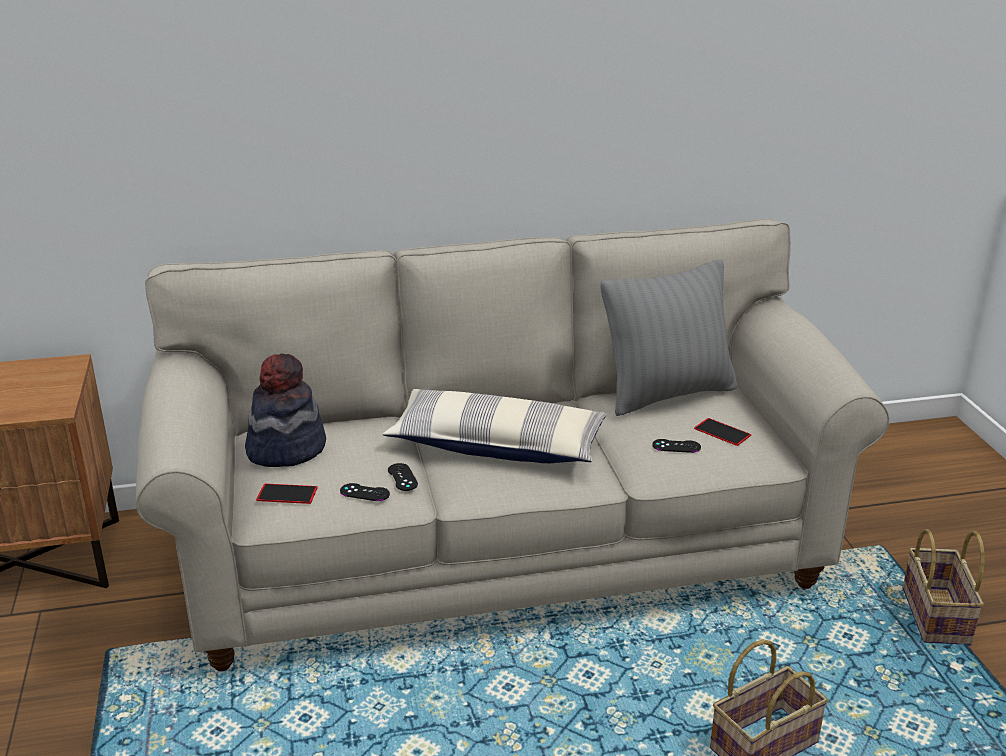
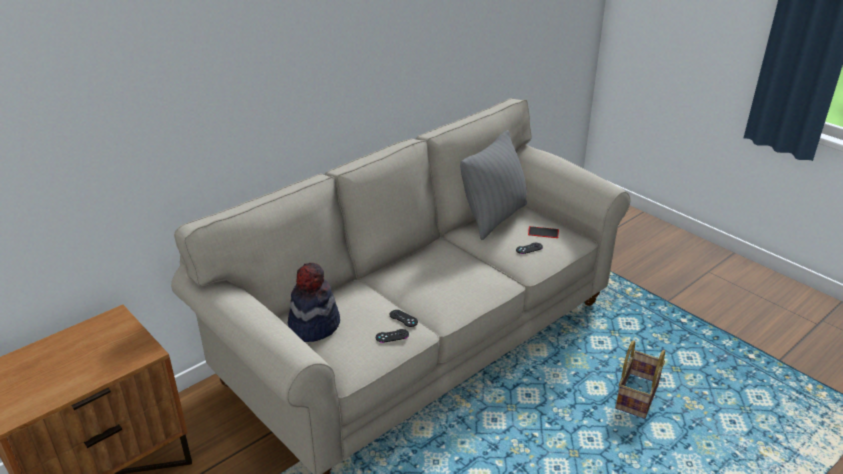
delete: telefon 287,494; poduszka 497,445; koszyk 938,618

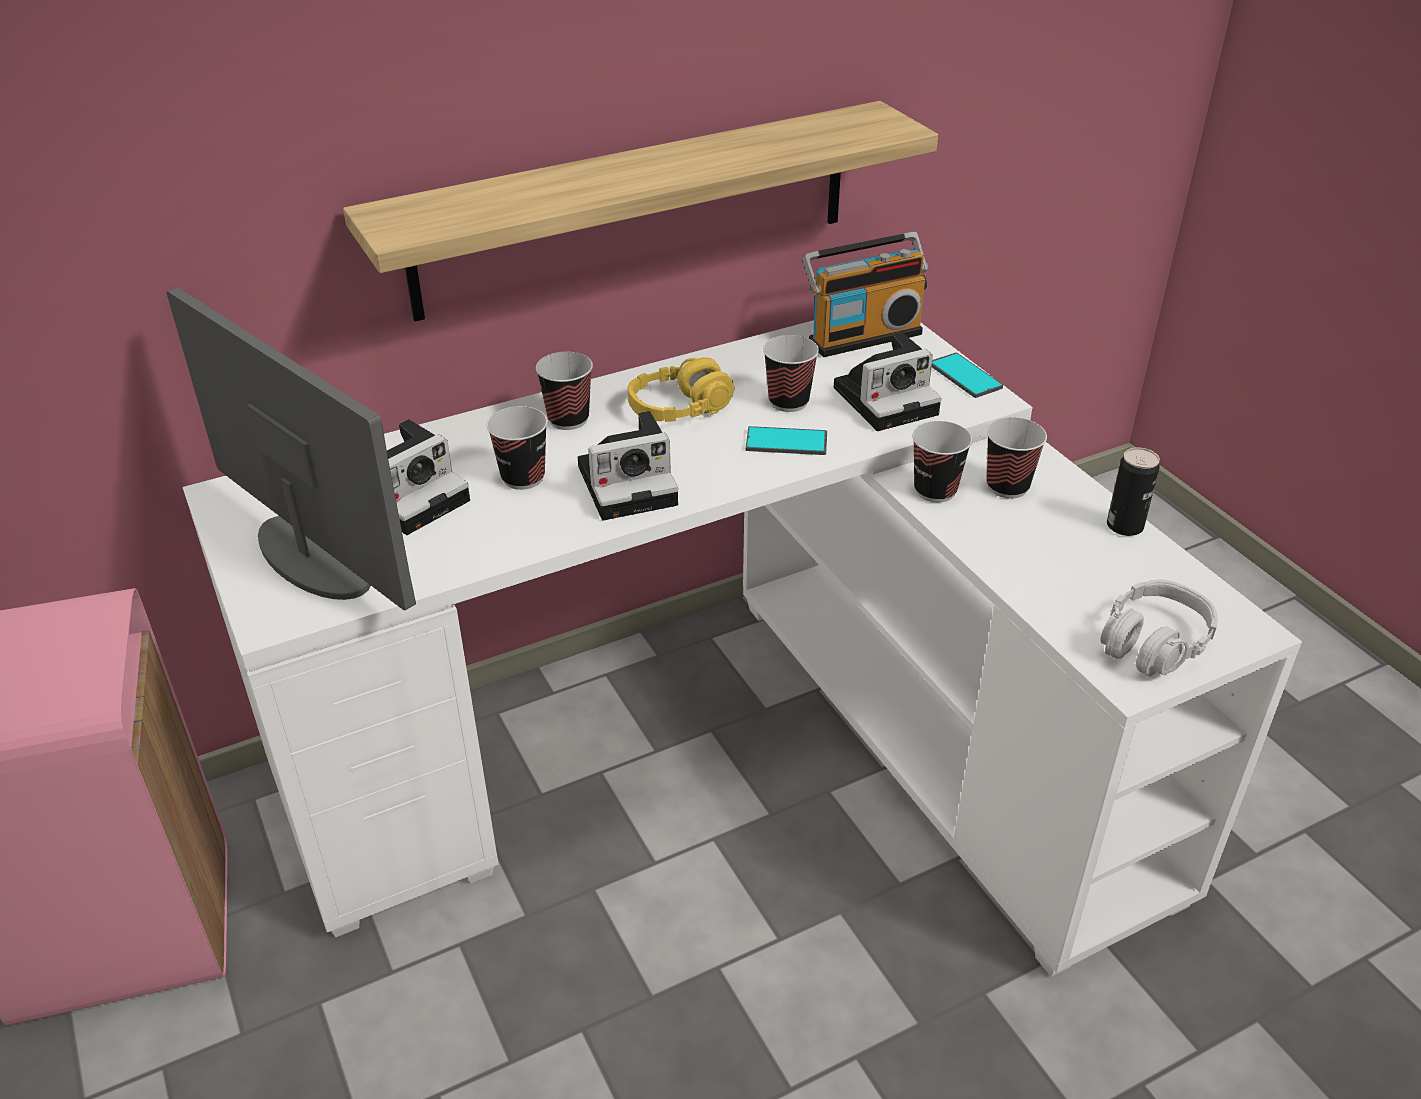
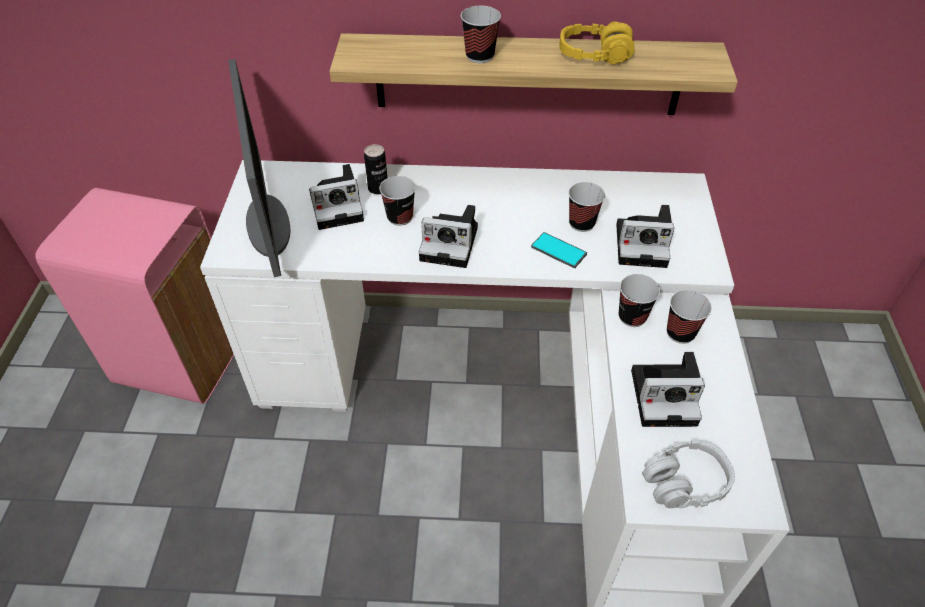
delete: radio 862,336; telefon 965,376
insert: aparat fotograficzny 666,396
move: puszka 1124,526 to 378,188; filiżanka 568,419 to 480,56; słuchawki (żółty) 680,408 to 594,55

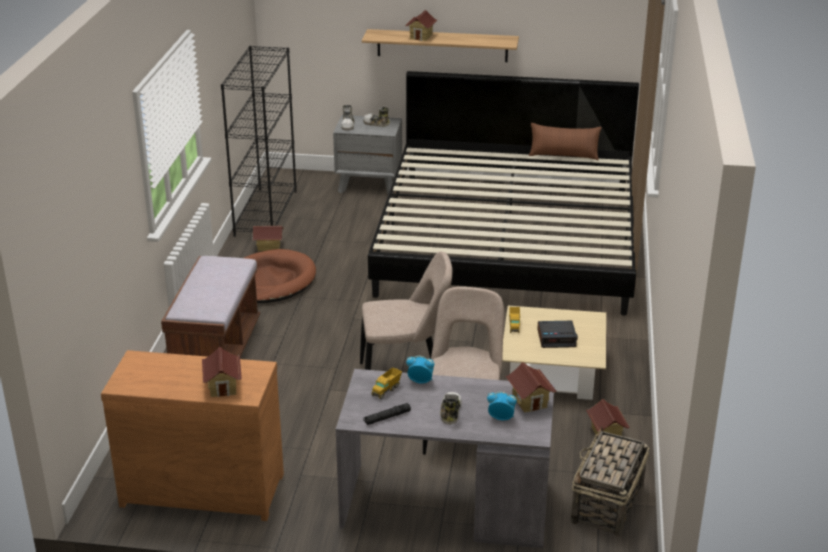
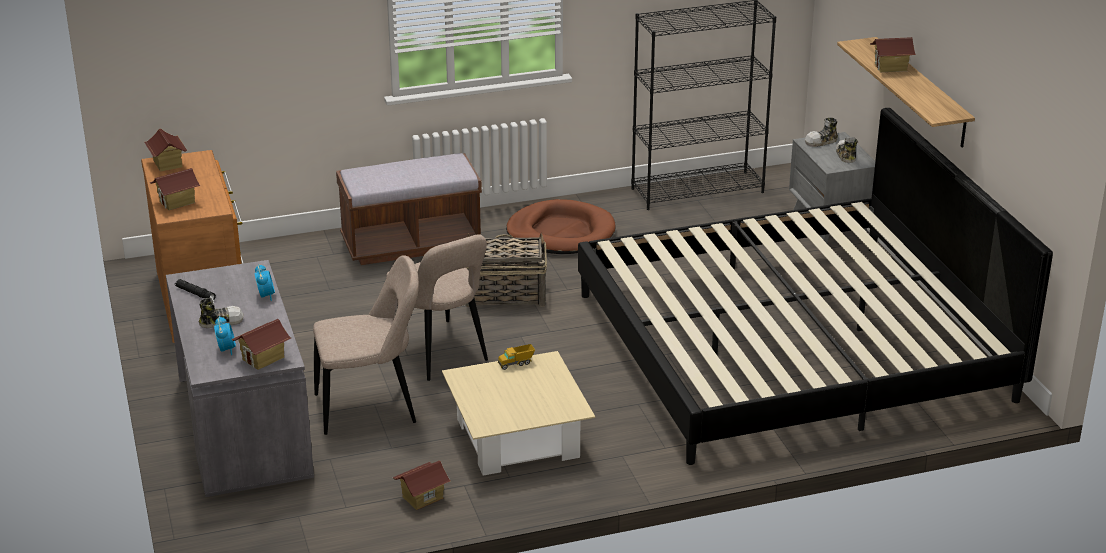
delete: ciężarówka zabawkowa 386,390; poduszka (brązowy) 563,156; budzik 557,338
move: domek 269,247 to 167,164; koszyk 606,505 to 504,294

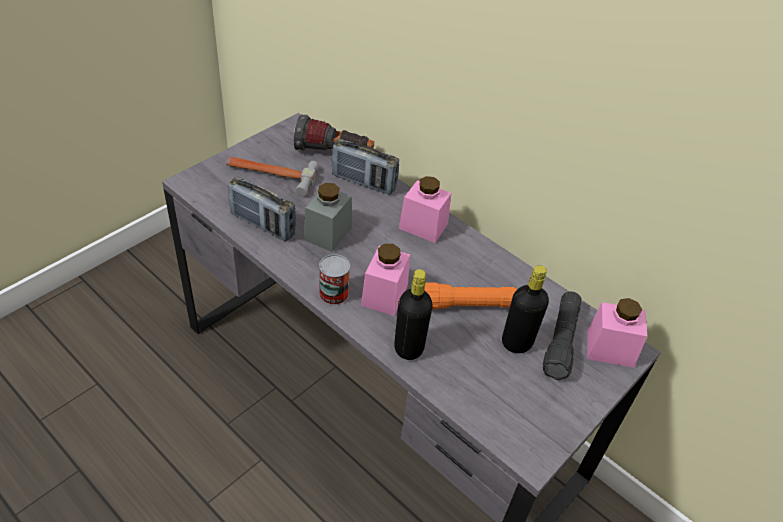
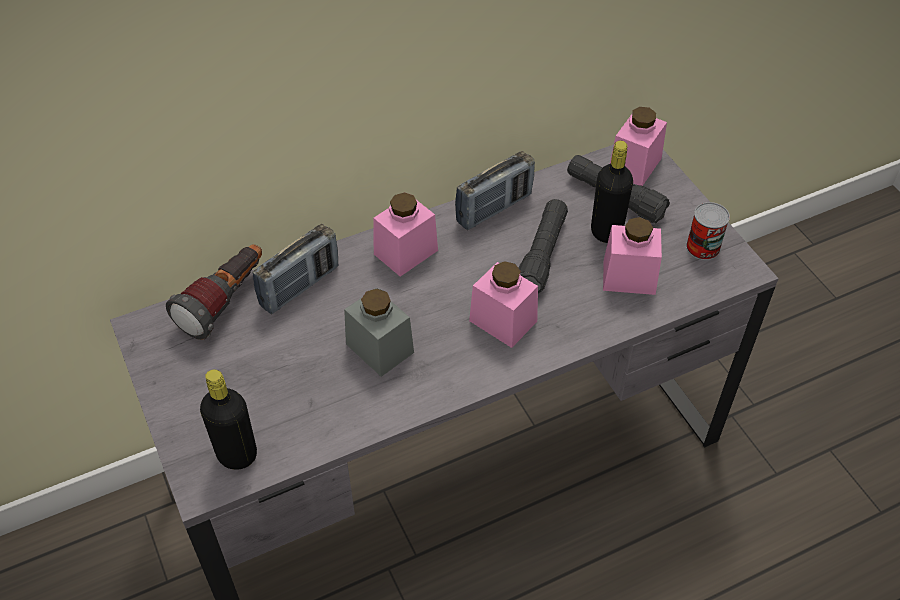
delete: młotek 270,175
insert: słoik (różowy) 629,277
move: butelka (czarny) 409,348 to 237,454; radio 262,224 to 494,208; puszka 334,294 to 703,247
recolor: latarka (pomarańczowy) 465,305 to latarka (czarny) 542,255

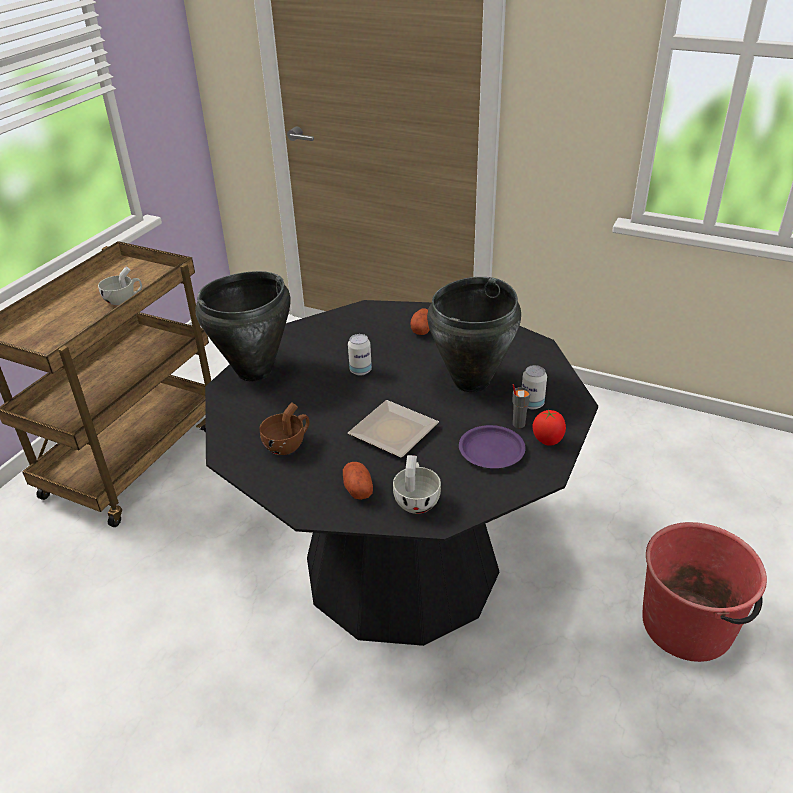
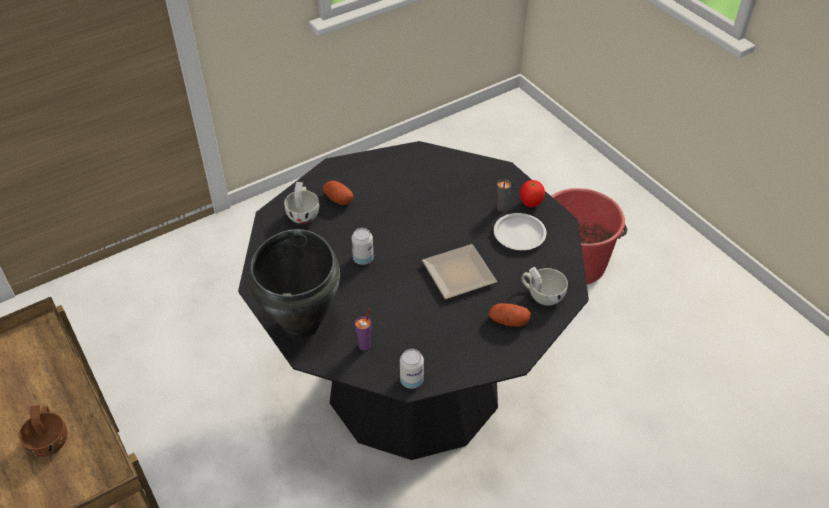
delete: garnek (czarny) 472,382
insert: filiżanka (fioletowy) 365,346
move: filiżanka (brązowy) 288,444 to 50,439; filiżanka (biały) 123,299 to 304,213; puszka 532,404 to 411,380
recolor: talerz (fioletowy) 492,451 to talerz (biały) 519,234

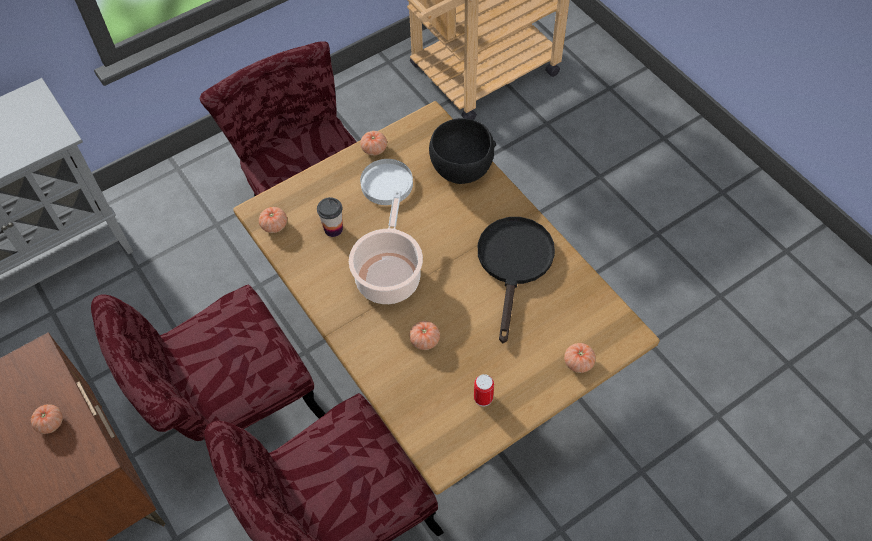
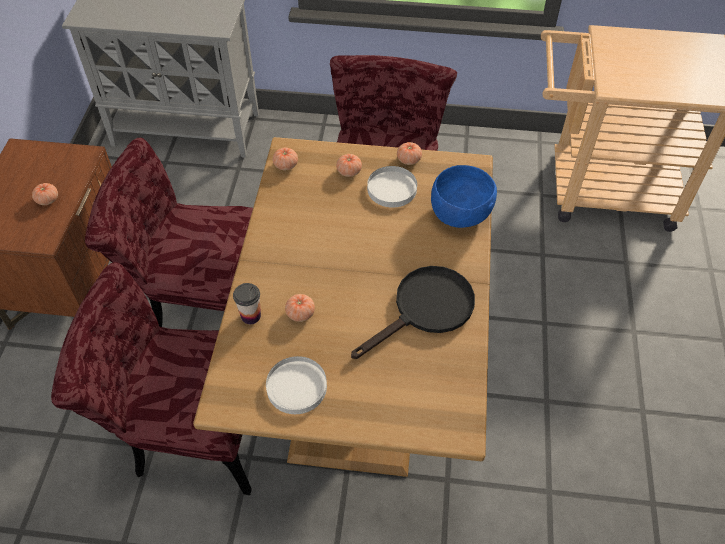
delete: garnek 389,275
move: filiżanka 333,229 to 251,316; pomidor 578,362 to 349,171
replace: puszka 483,398 to talerz (biały) 296,386
recolor: miska (czarny) 461,167 to miska (niebieski) 460,214

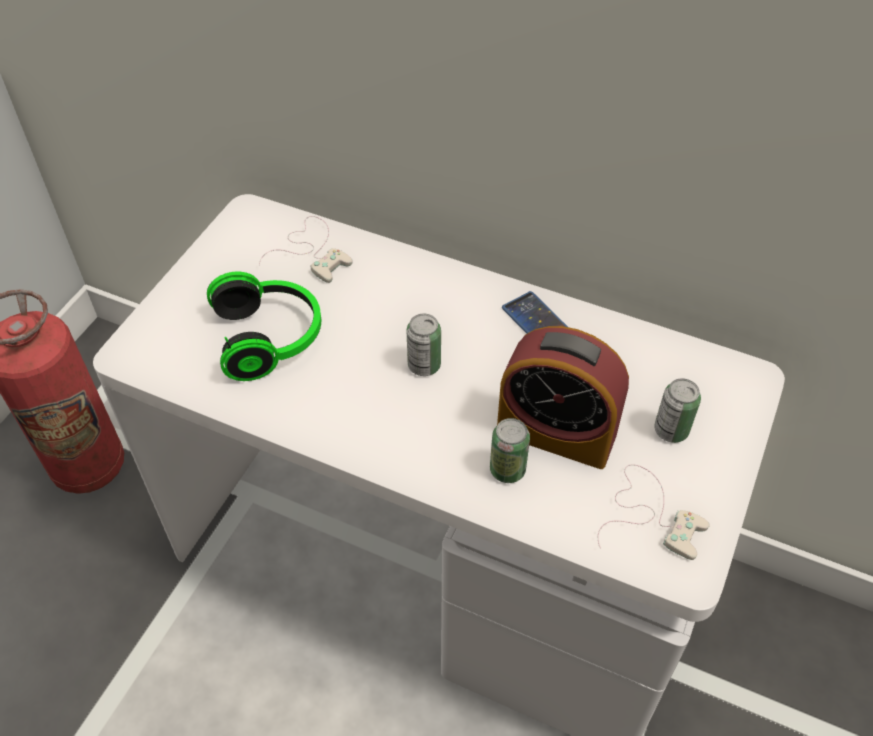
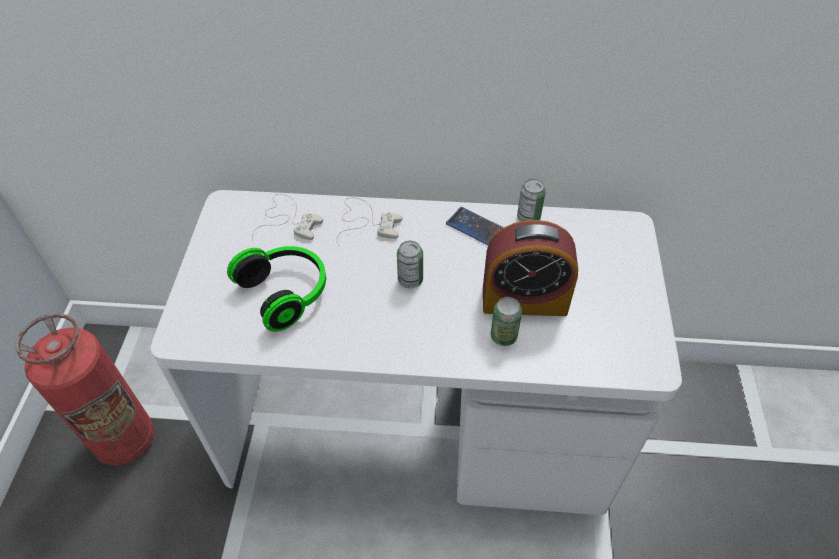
move: pad do gier (biały) 650,514 to 366,222; puszka 671,430 to 528,218

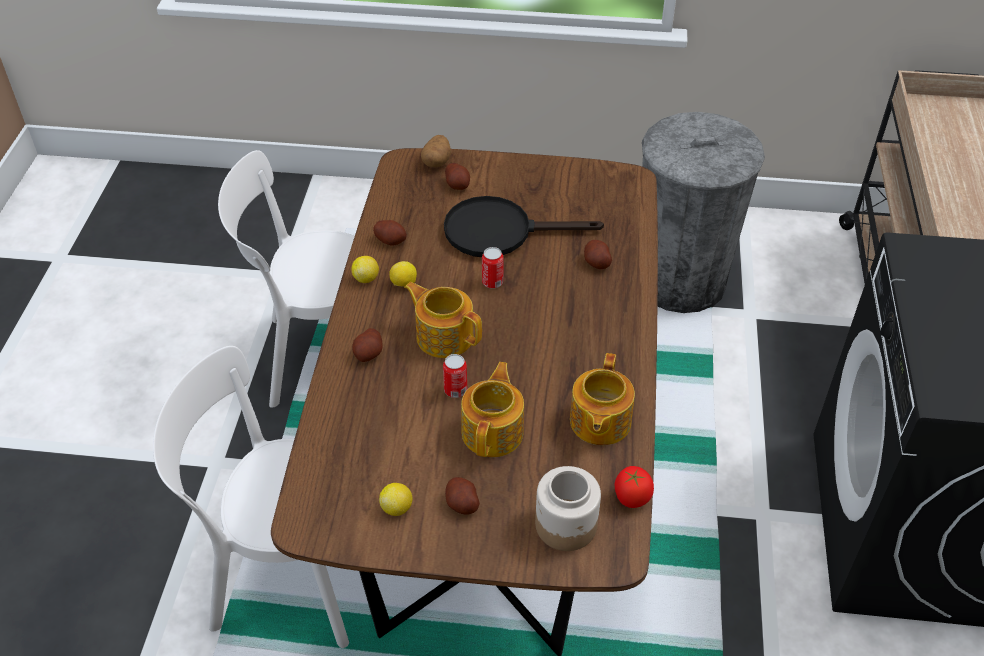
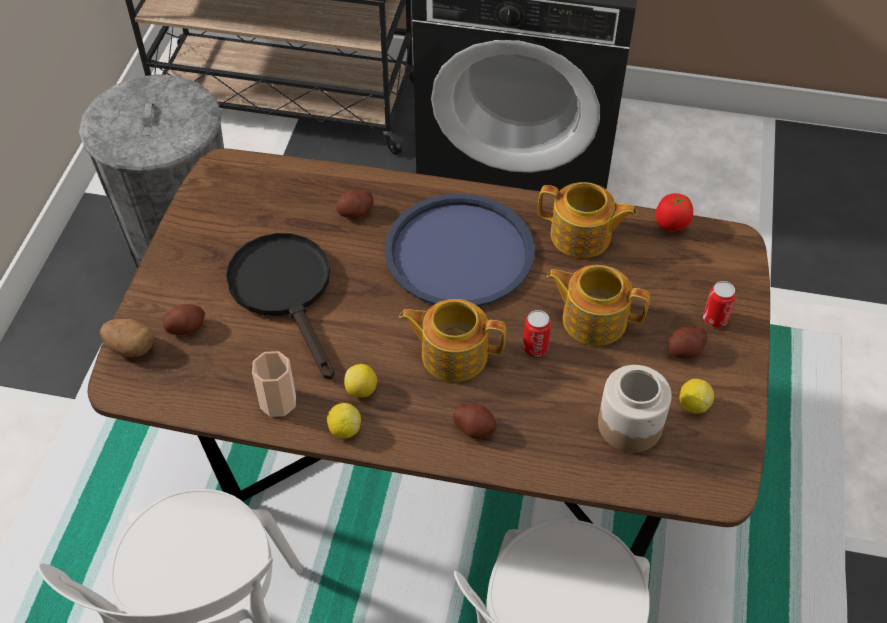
insert: taca (niebieski) 459,252
move: słoik 566,525 to 630,425; puszka 492,282 to 715,319
replace: ziemniak 390,240 to filiżanka 278,402
rotate: patelnia (czarny) 500,231 = 286,291 150 degrees clockwise; imbryk 444,336 = 453,354 60 degrees clockwise

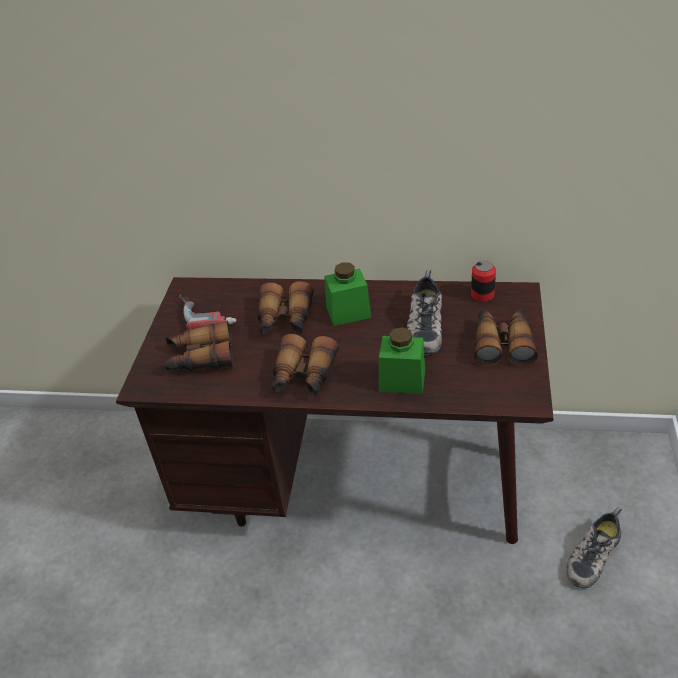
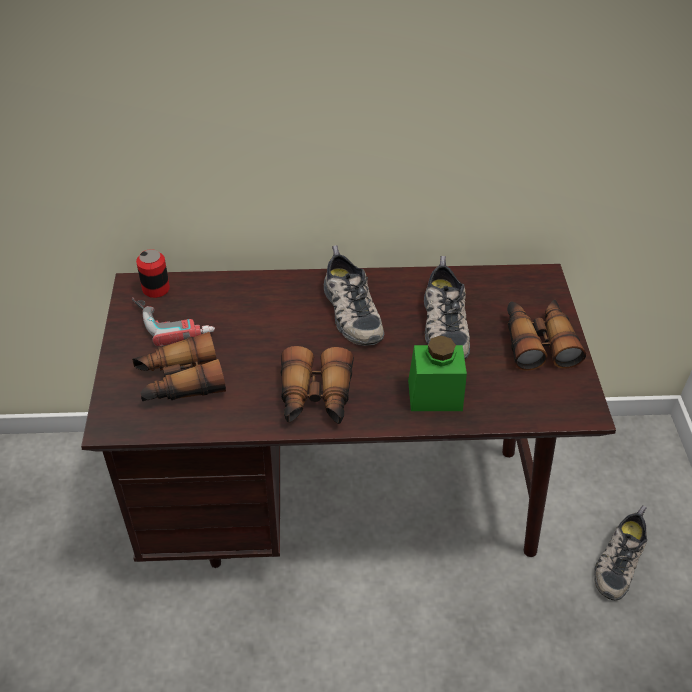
delete: lornetka 285,320
move: puszka 482,295 to 156,289
replace: słoik (zielony) 348,312 to but 349,311

